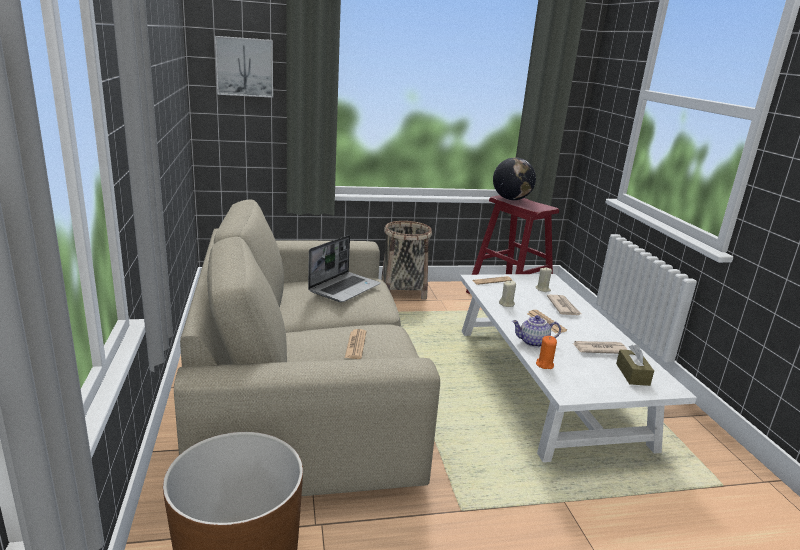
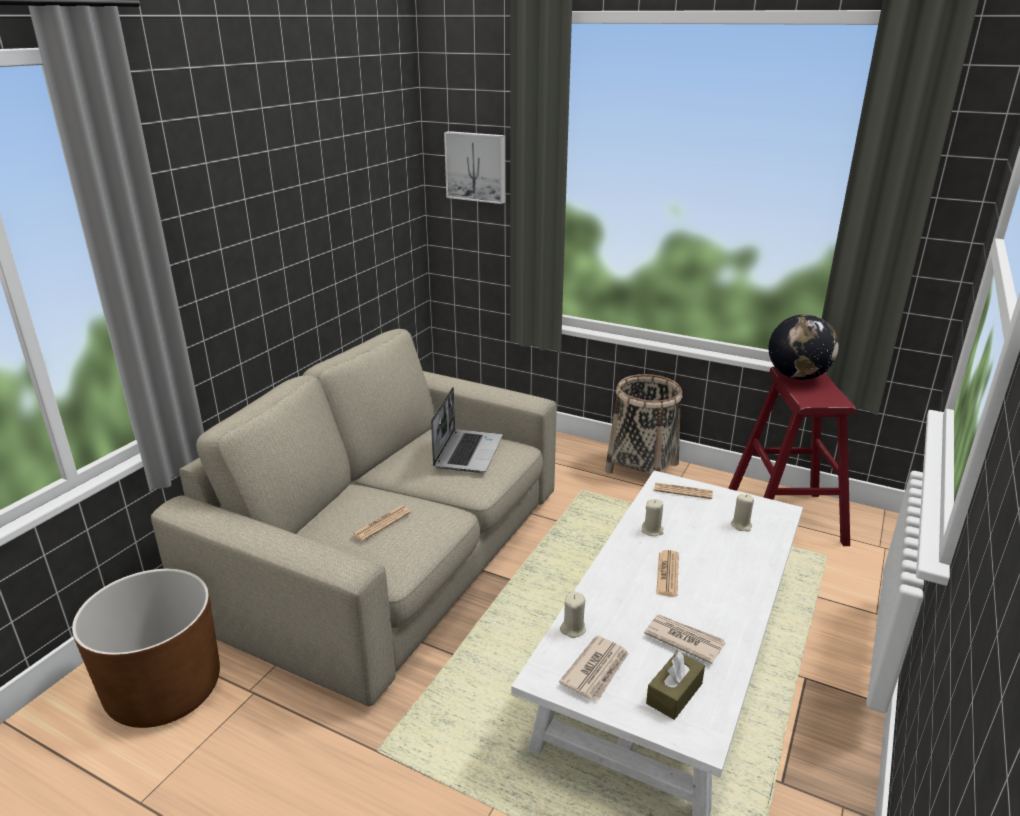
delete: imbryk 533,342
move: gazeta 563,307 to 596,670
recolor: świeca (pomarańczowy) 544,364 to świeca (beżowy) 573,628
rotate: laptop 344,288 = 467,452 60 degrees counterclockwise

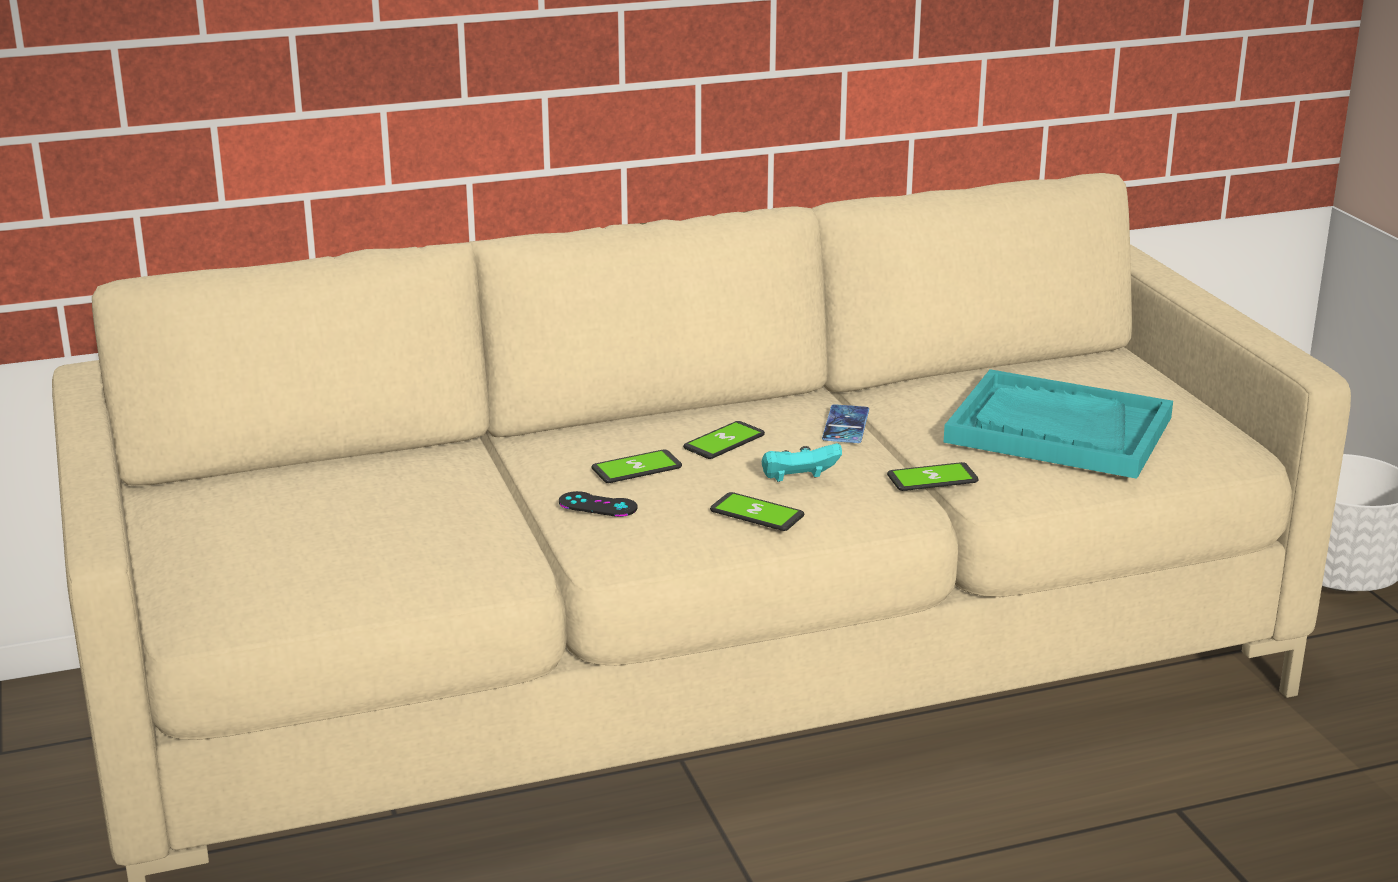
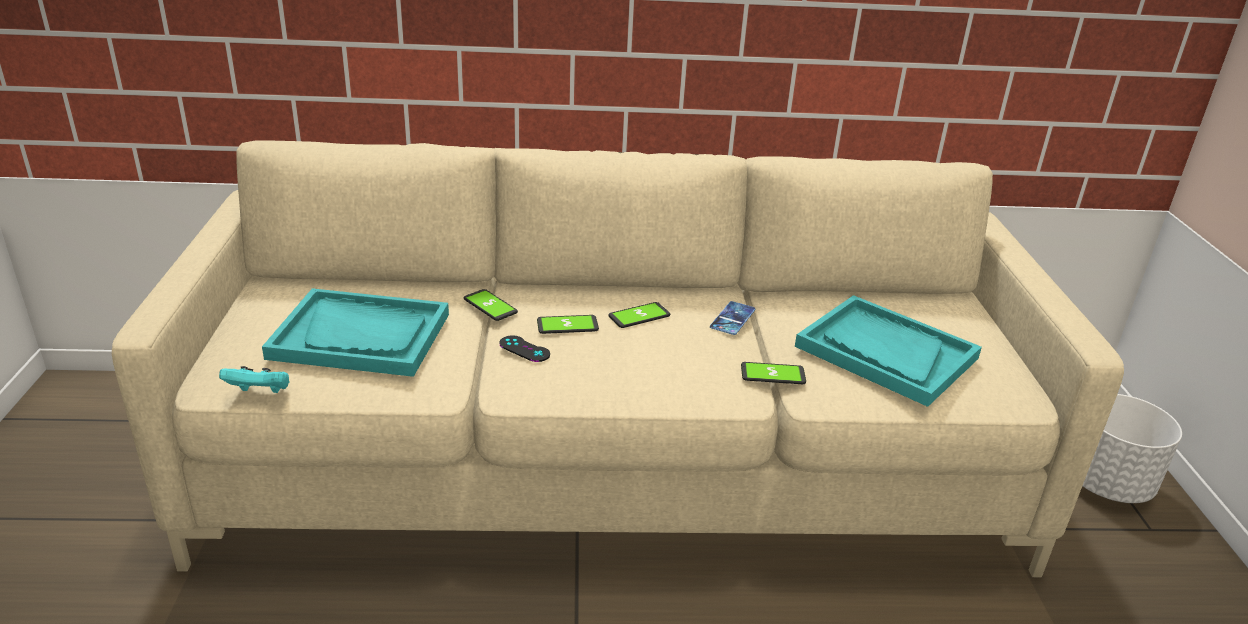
insert: taca (turkusowy) 361,336
move: pad do gier (turkusowy) 798,480 to 260,393; telefon 757,513 to 490,306

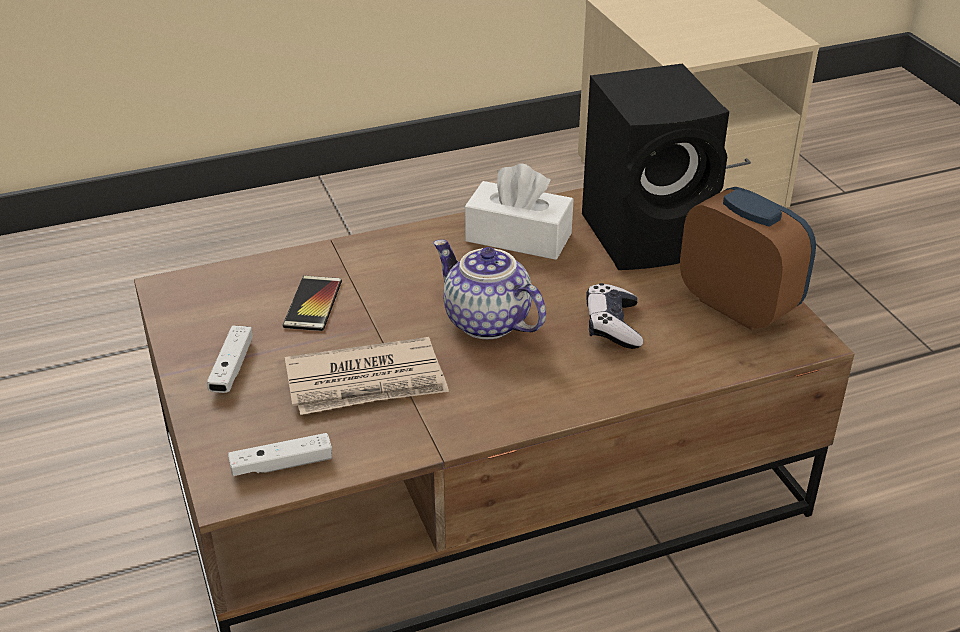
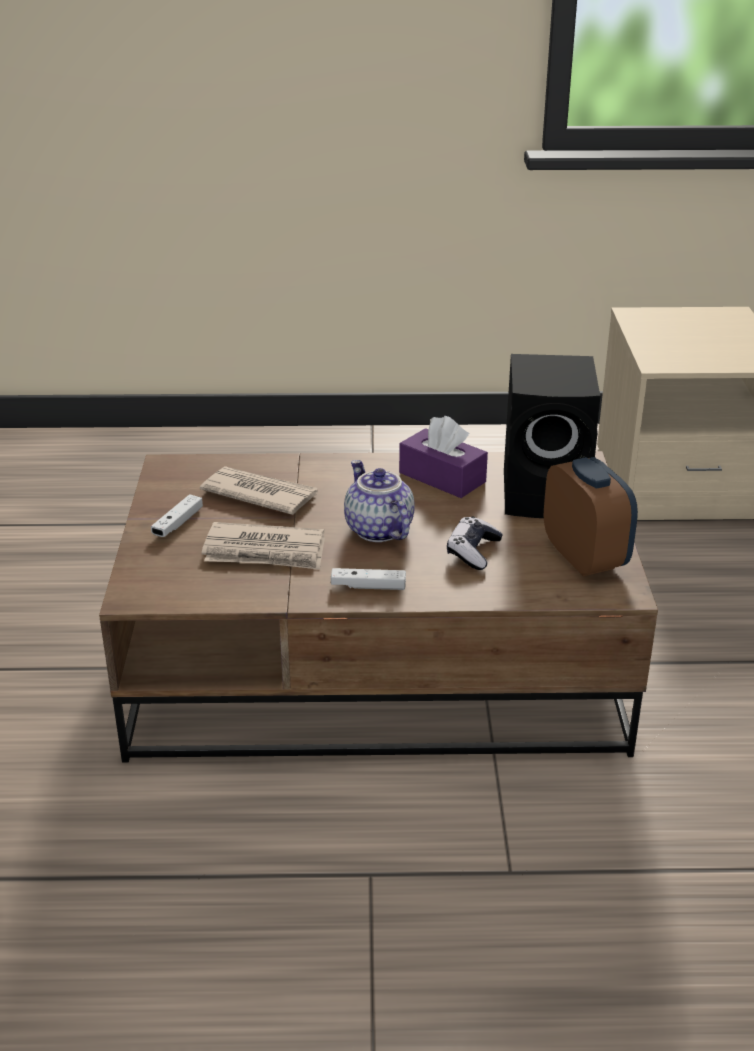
move: pad do gier (biały) 282,465 to 368,586
replace: telefon 313,304 to gazeta 259,494
recolor: pudełko chusteczek (biały) 518,237 to pudełko chusteczek (fioletowy) 442,477

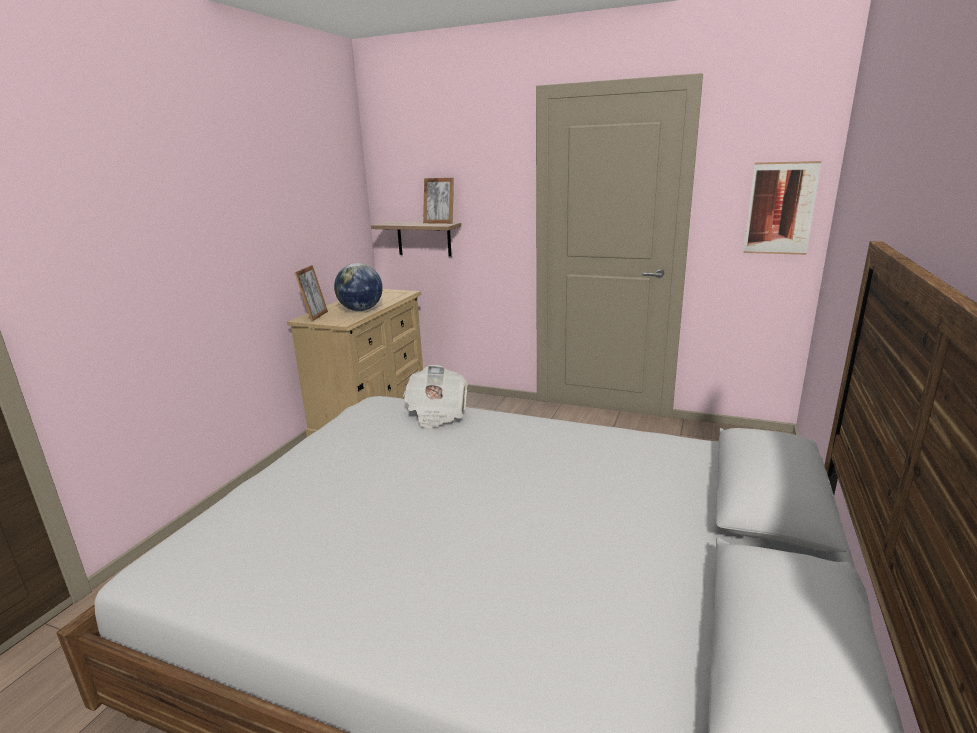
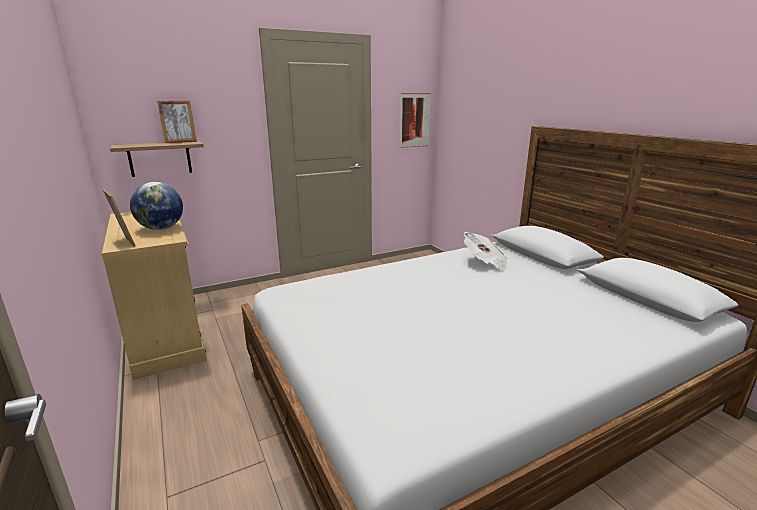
move: gazeta 436,412 to 485,263

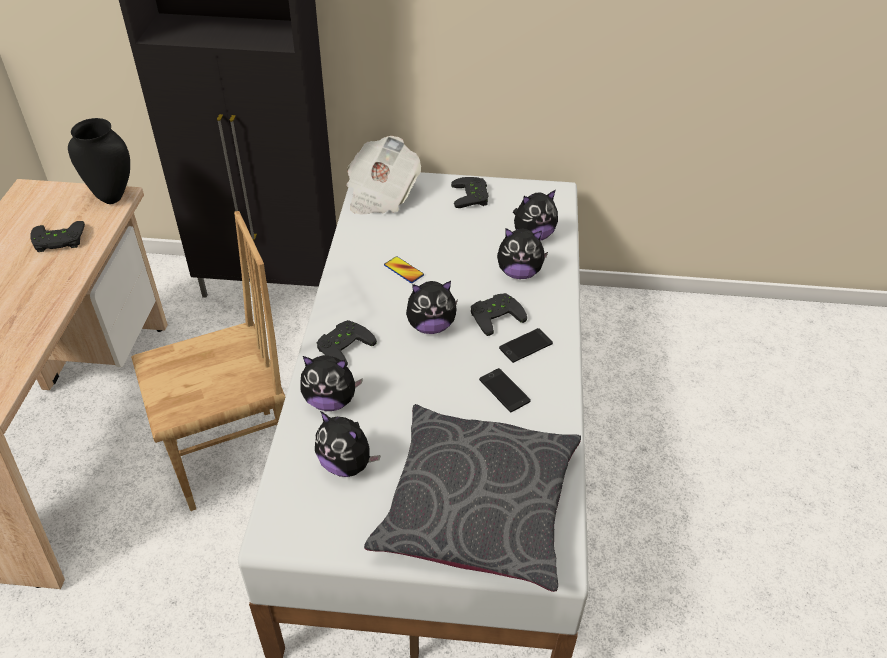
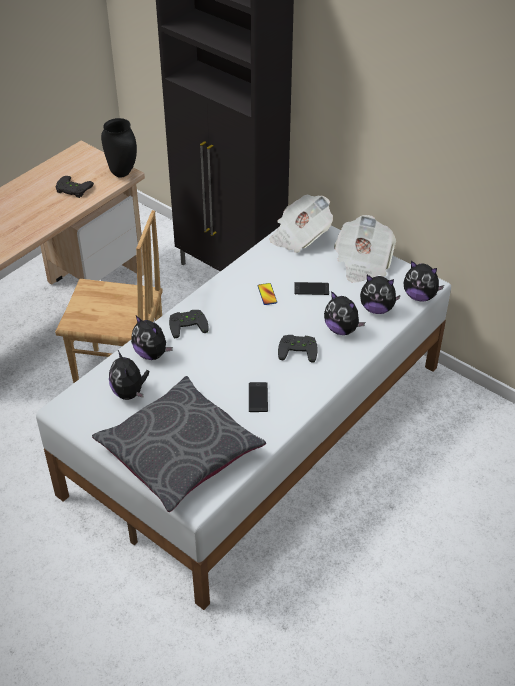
move: telefon 525,346 to 311,289; pluszak 430,326 to 419,296
replace: pad do gier (czarny) 473,196 to gazeta 362,263

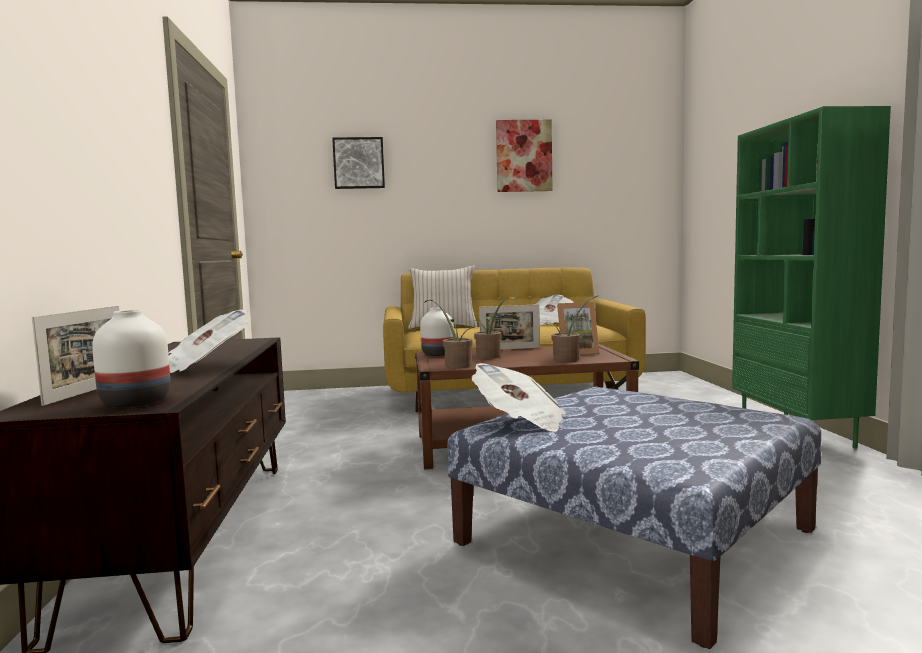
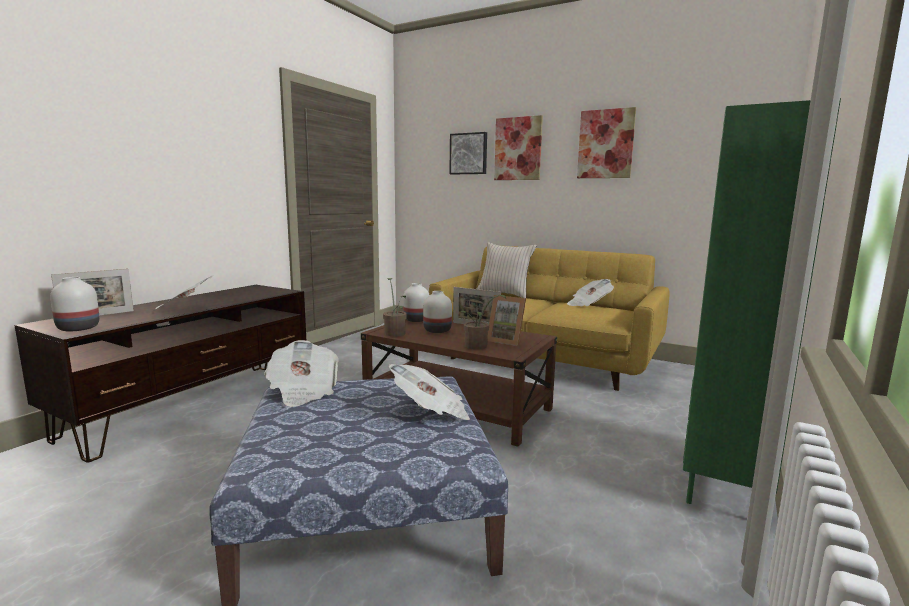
insert: gazeta 431,412; obraz 518,149
replace: roślina doniczkowa 490,357 to wazon (biały) 438,330

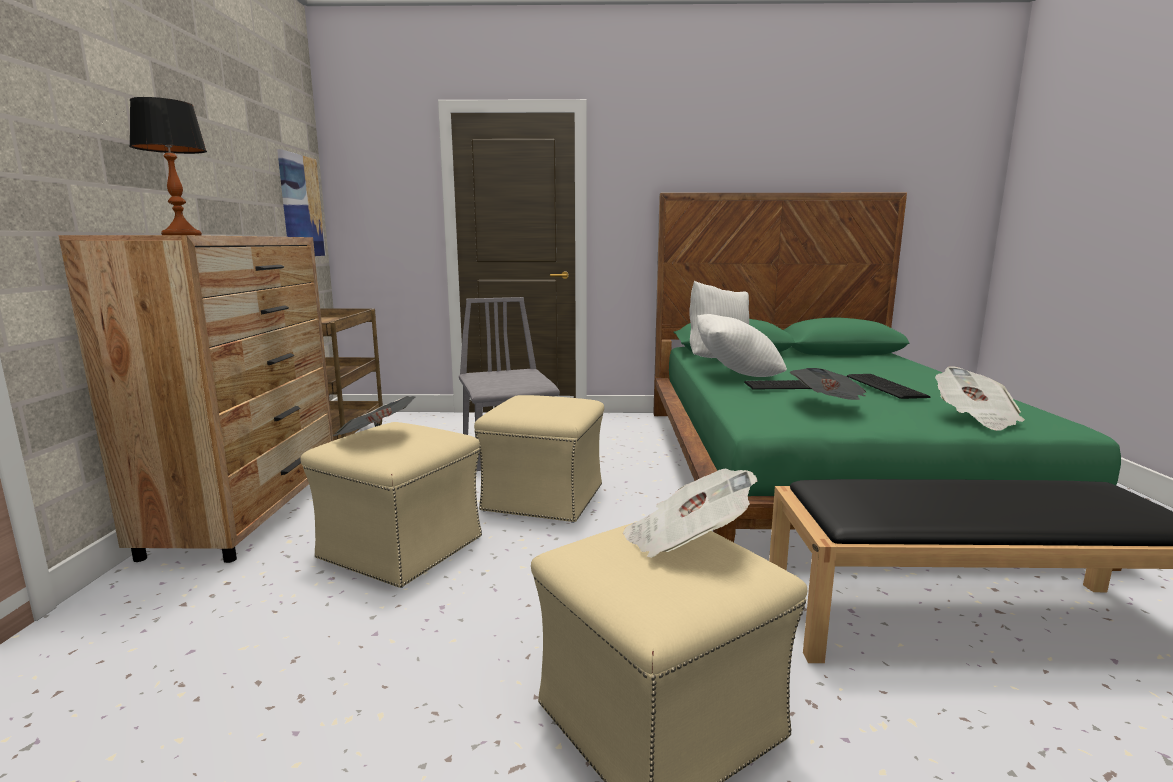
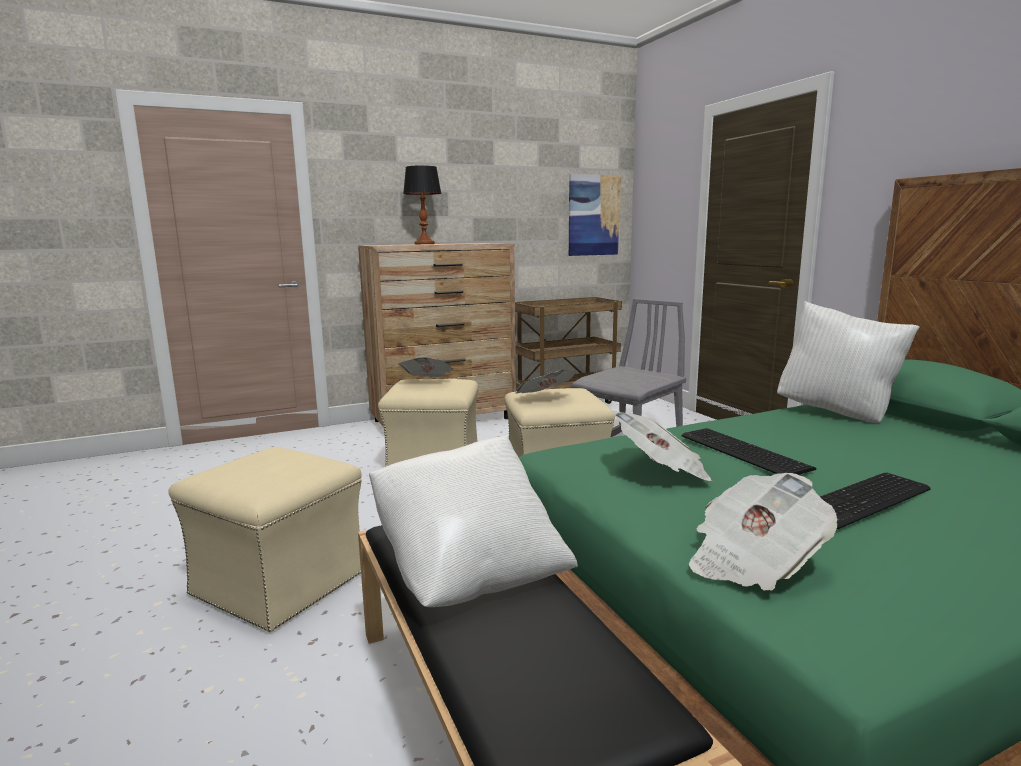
move: poduszka (biały) 736,375 to 470,571; gazeta 685,542 to 544,398

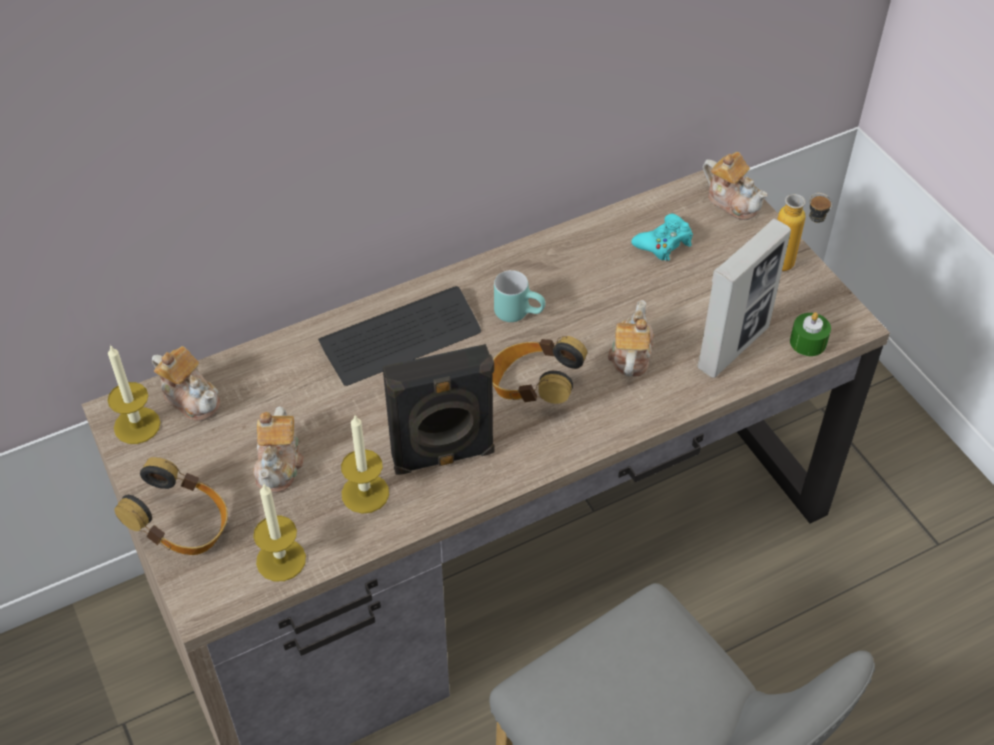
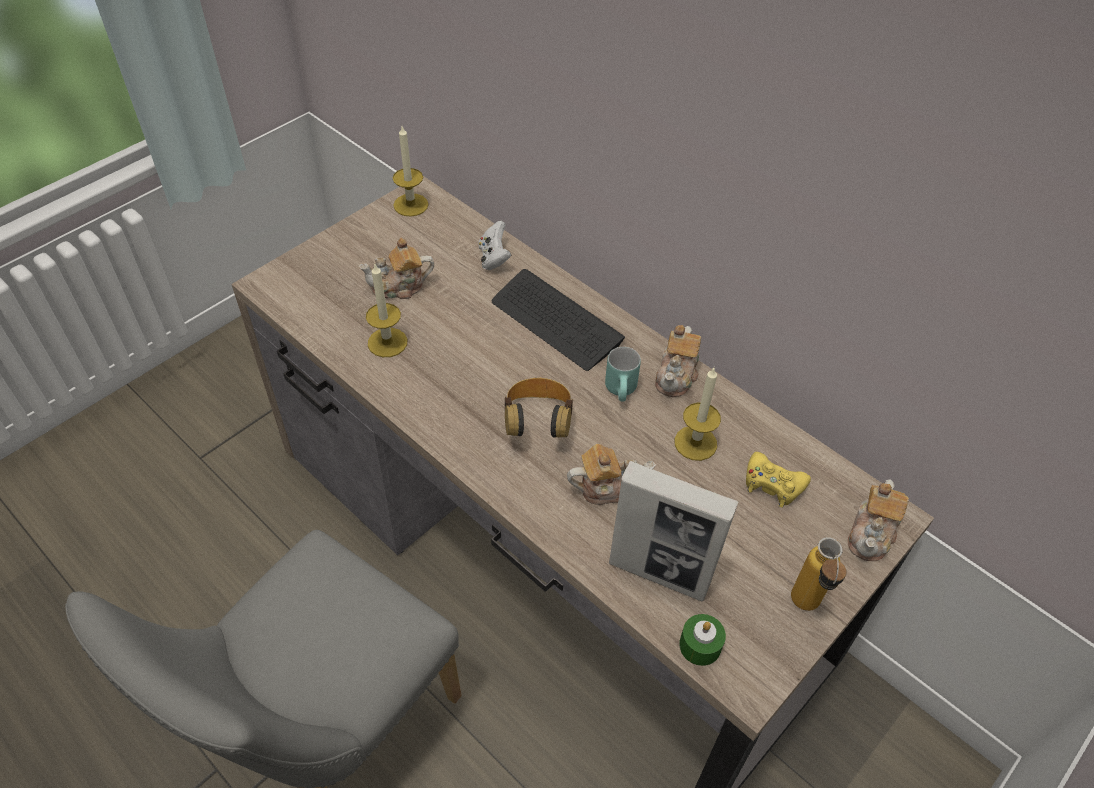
delete: słuchawki 183,527; głośnik (czarny) 443,457
insert: pad do gier (biały) 494,258
move: imbryk 191,398 to 676,375; świeca 281,560 to 695,443
recolor: pad do gier (turkusowy) 664,243 to pad do gier (żółty) 772,484

